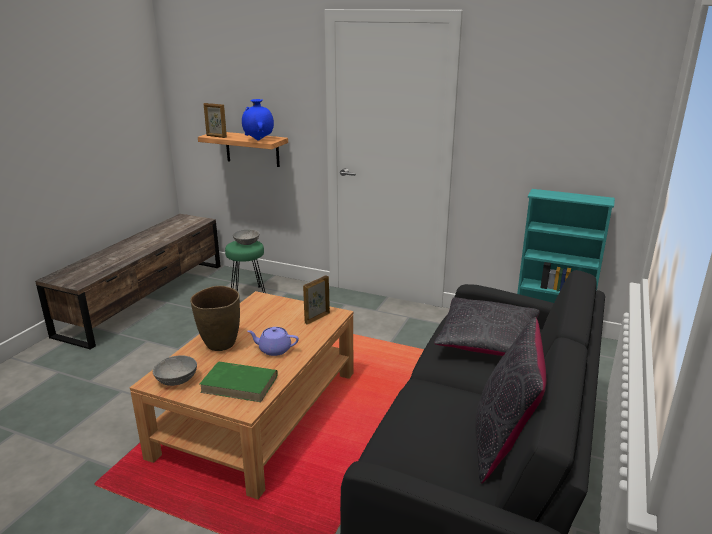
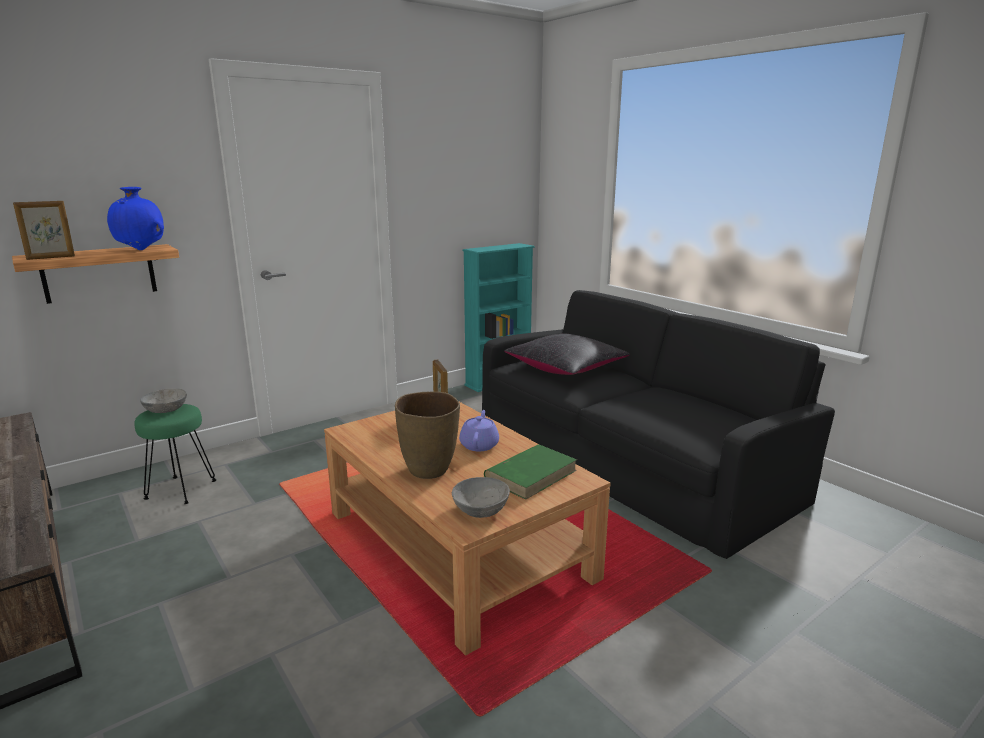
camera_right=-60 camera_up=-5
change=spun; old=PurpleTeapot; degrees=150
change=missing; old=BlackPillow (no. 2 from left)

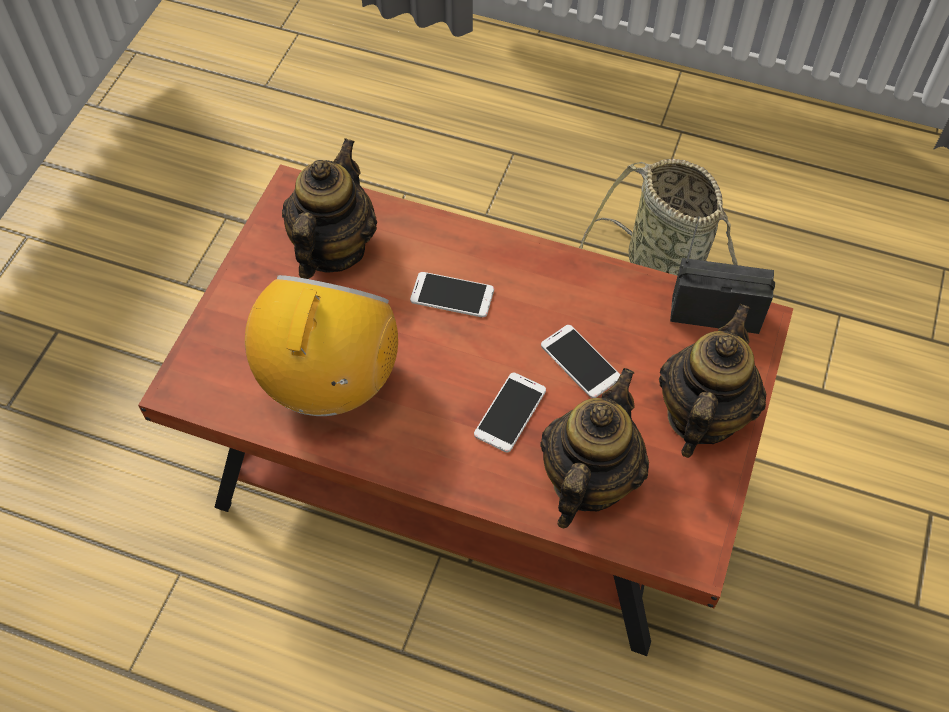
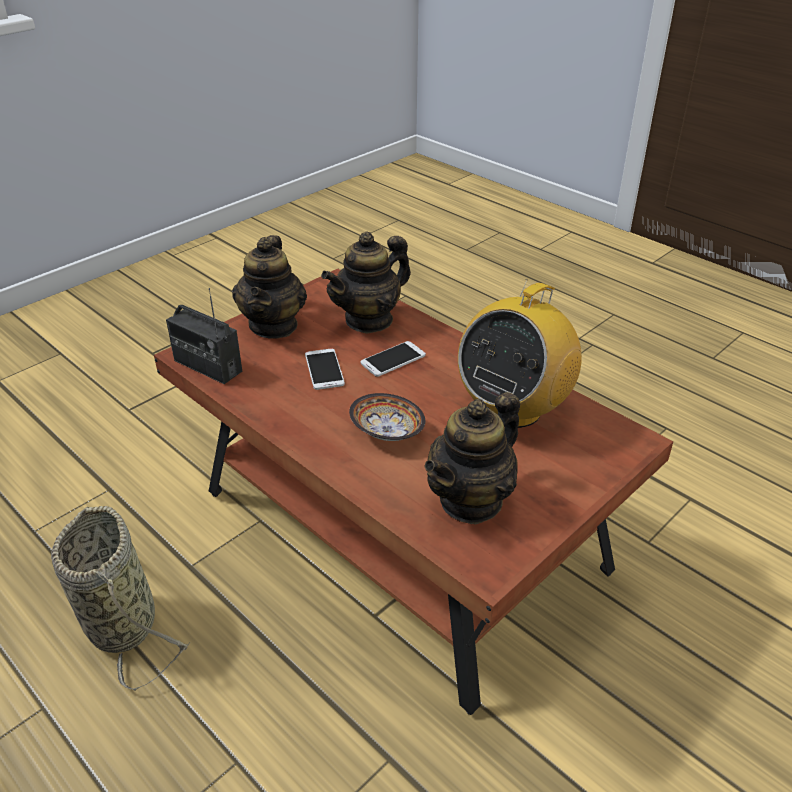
camera_right=-155 camera_up=-20
change=exchanged; old=Phone (no. 1 from left); new=Bowl
change=spun; old=Teapot (no. 3 from left in the first image); degrees=-45

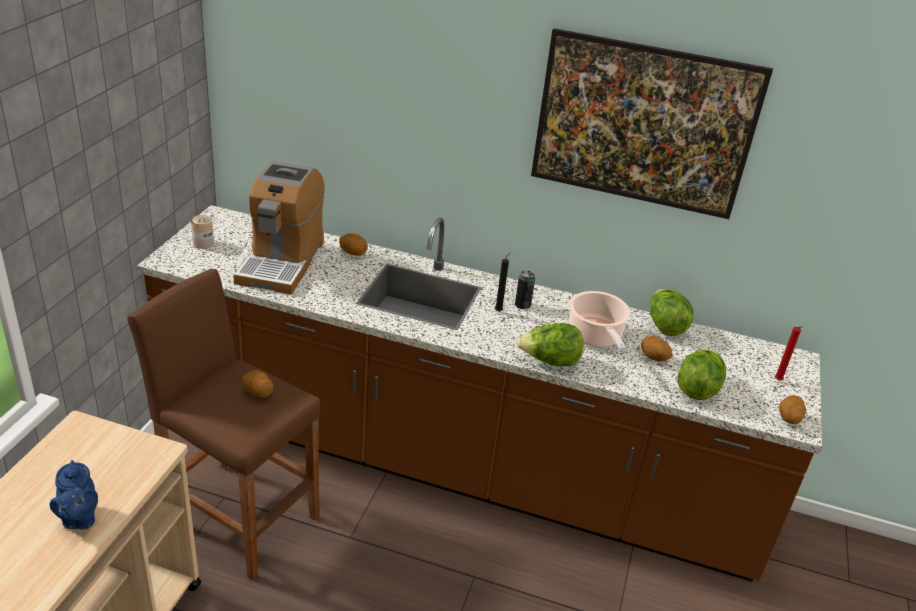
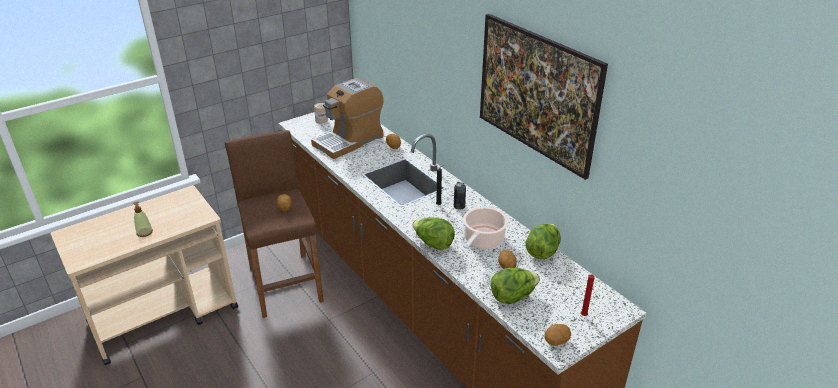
camera_right=40 camera_up=0
change=exchanged; old=BlueTeapot; new=SoapDispenser

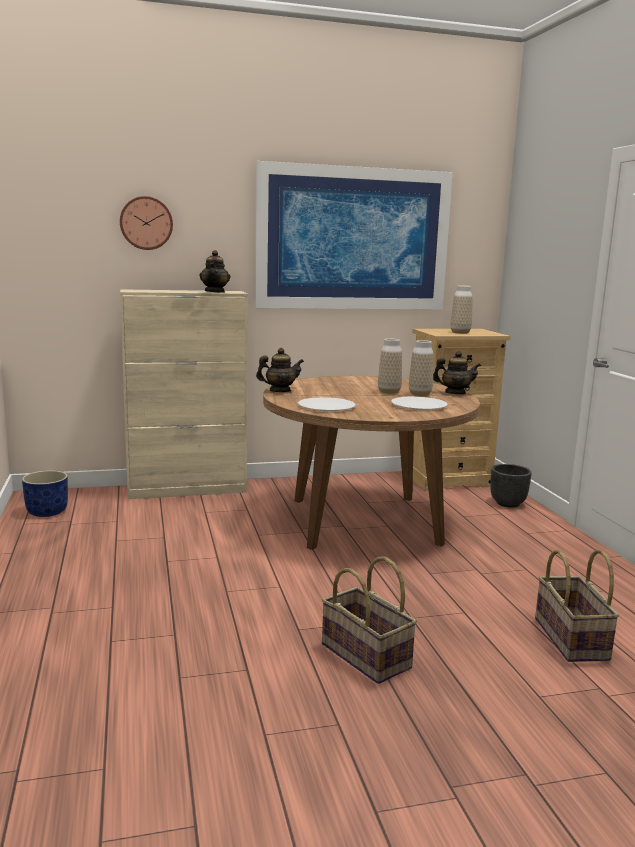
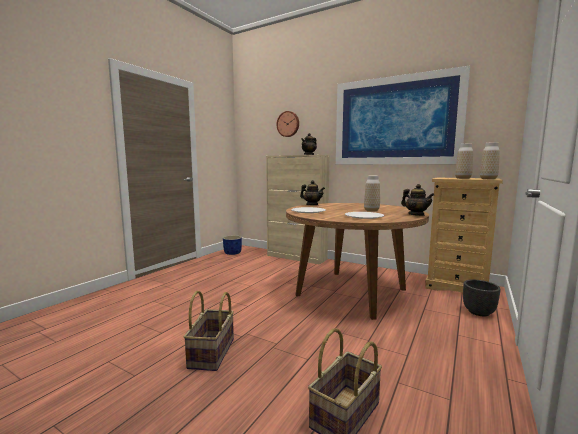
camera_right=45 camera_up=-5
change=relocated; old=Vase (no. 2 from left in the first image); new=Vase (no. 3 from left)

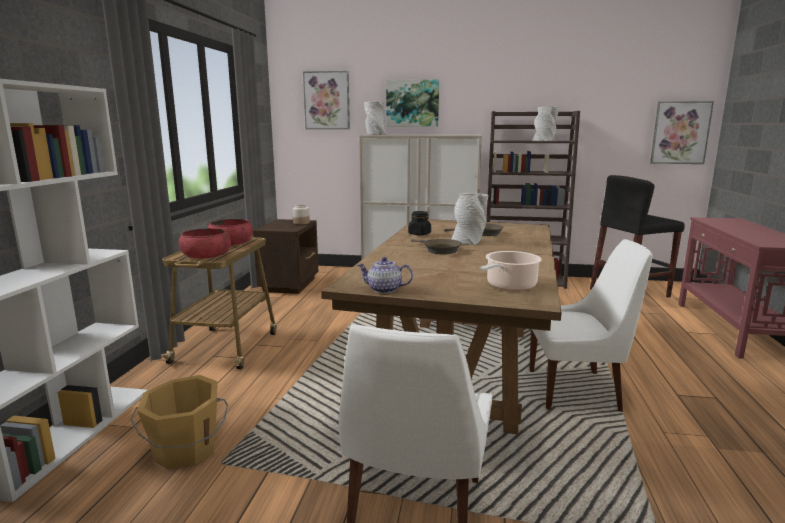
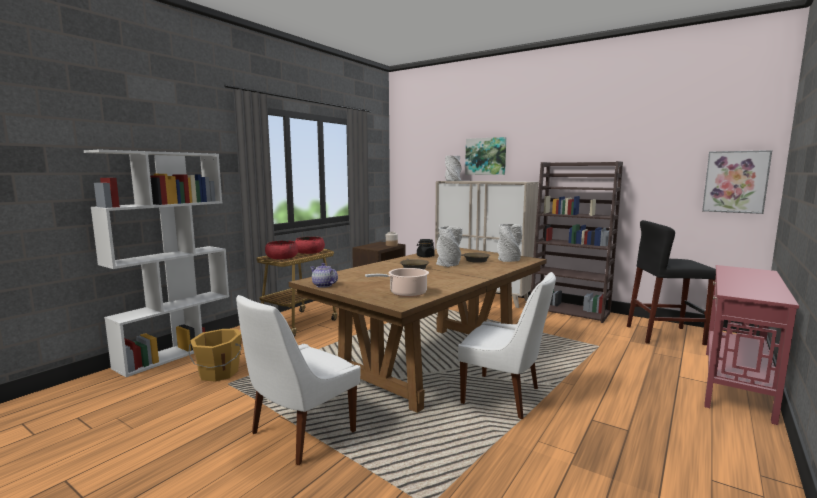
camera_right=25 camera_up=-5
change=missing; old=Picture (no. 1 from left)
change=relocated; old=GreyVase (no. 3 from left)

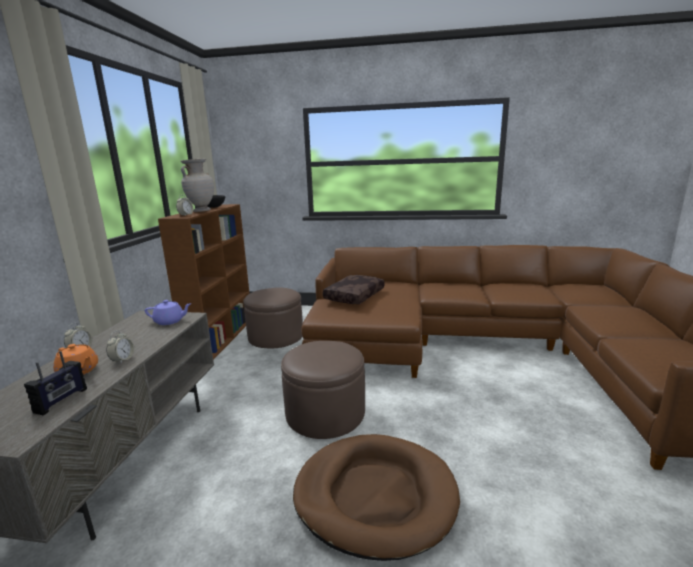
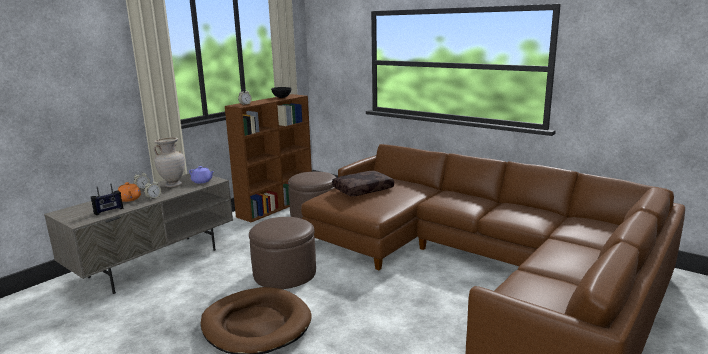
camera_right=30 camera_up=0
change=relocated; old=BeigeVase

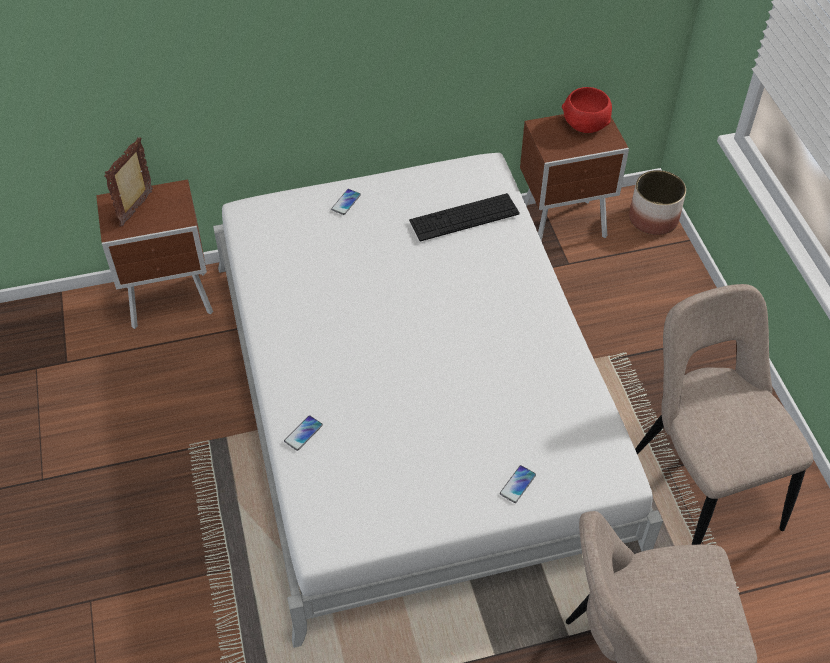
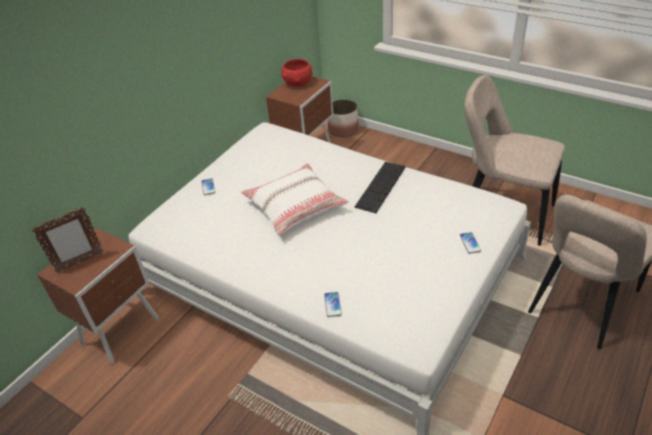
camera_right=-40 camera_up=-10
change=spun; old=PictureFrame; degrees=-105
change=relocated; old=Keyboard
change=appeared; new=WhitePillow

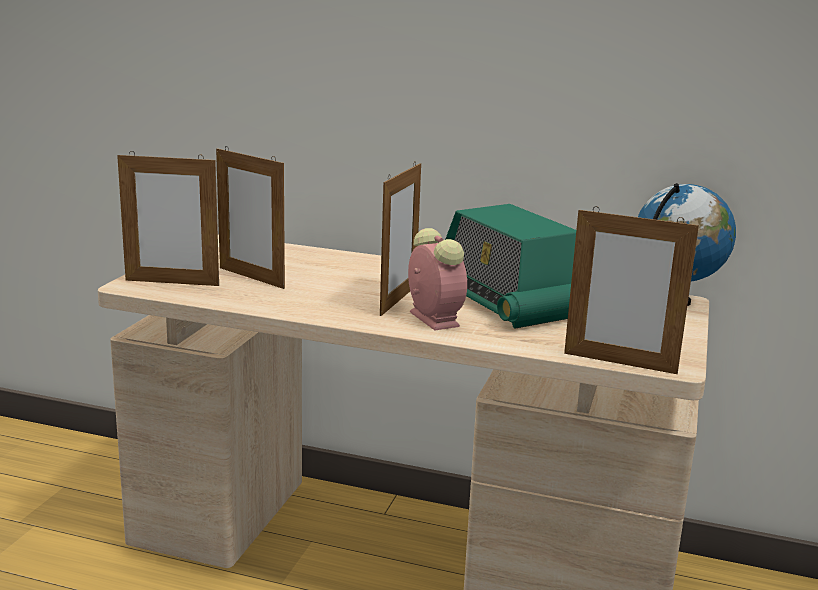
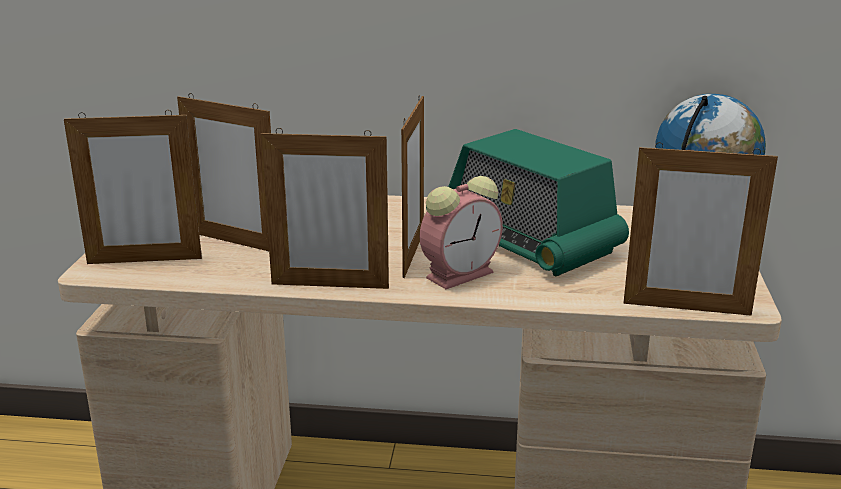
camera_right=-10 camera_up=5
change=spun; old=AlarmClock; degrees=90
change=appeared; new=PictureFrame (no. 3 from left)

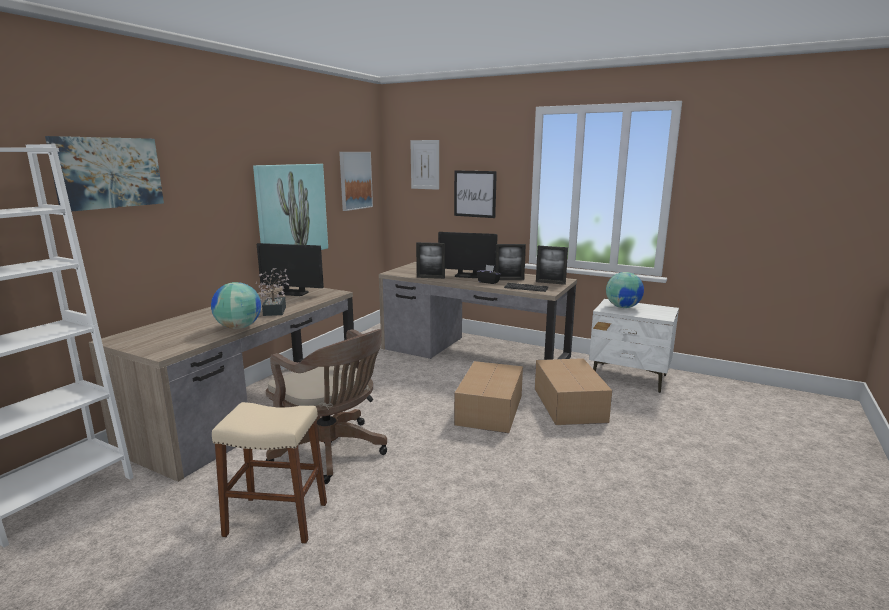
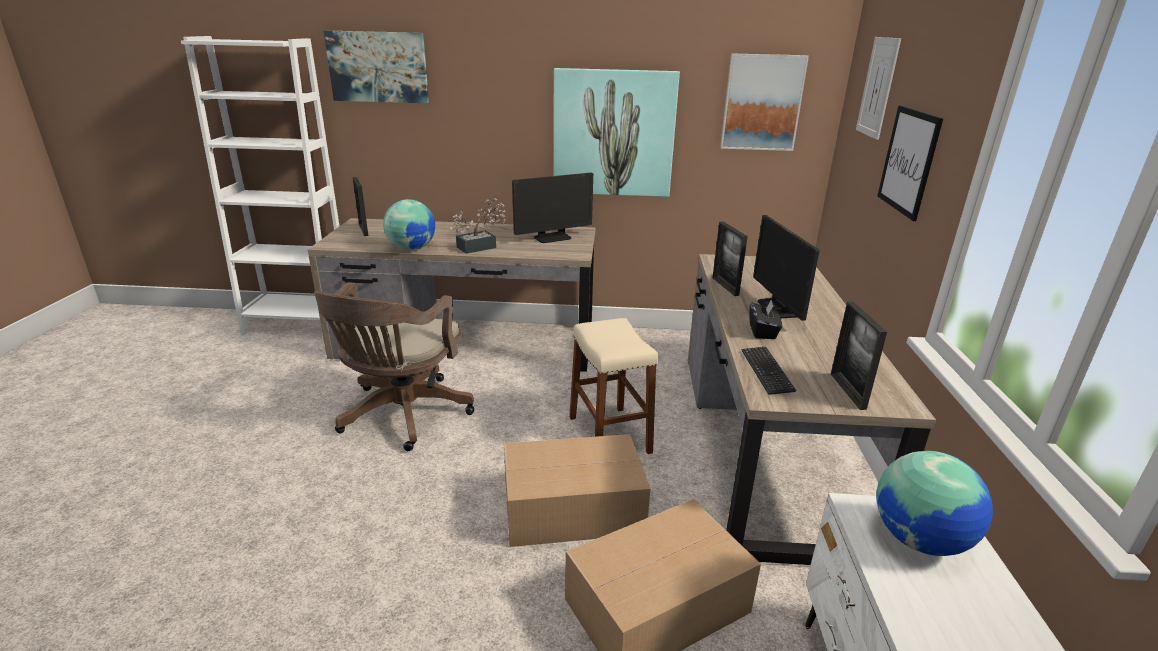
camera_right=65 camera_up=10
change=relocated; old=BeigeStool
change=spun; old=Monitor (no. 1 from left); degrees=-105
change=relocated; old=PictureFrame (no. 2 from left in the first image); new=PictureFrame (no. 1 from left)

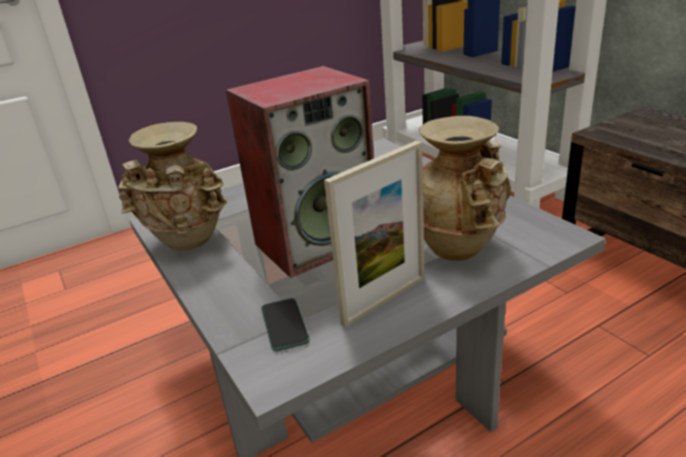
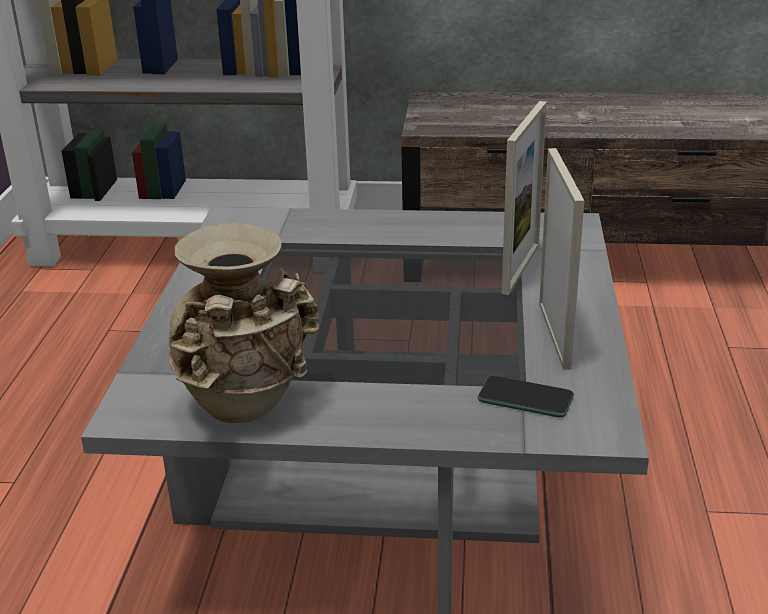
camera_right=-55 camera_up=0
change=missing; old=Speaker
change=exchanged; old=BeigeVase (no. 2 from left); new=PictureFrame (no. 1 from left)

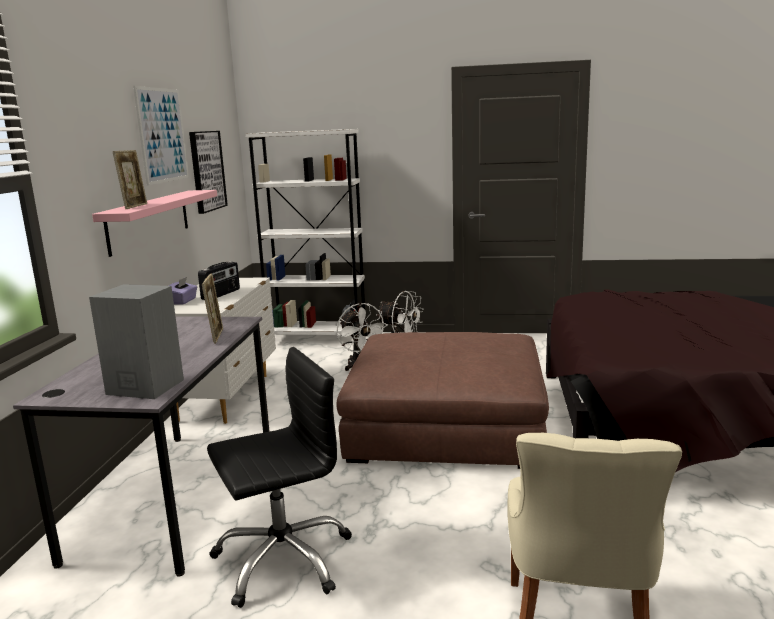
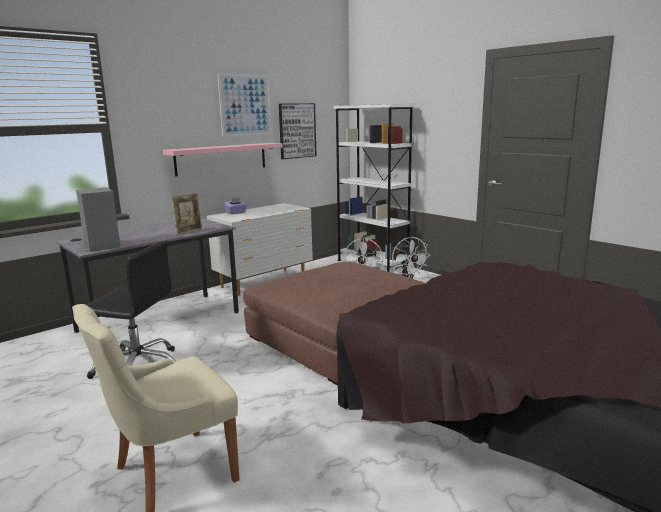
camera_right=40 camera_up=0
change=missing; old=PictureFrame (no. 1 from left)
change=missing; old=Radio

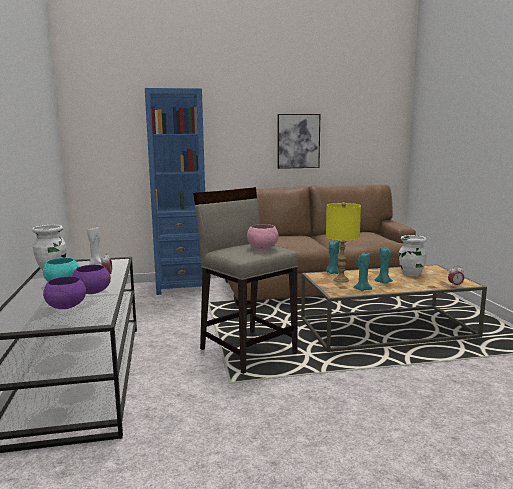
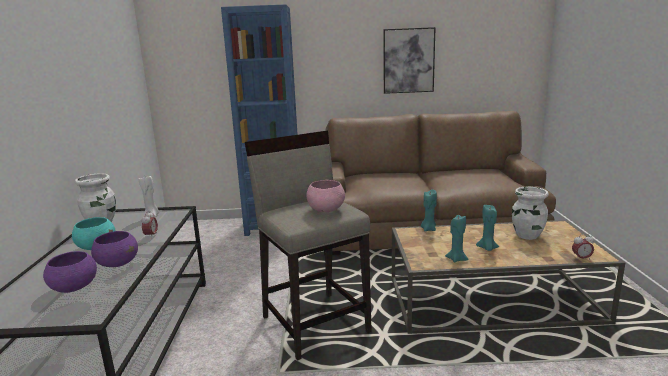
camera_right=10 camera_up=5
change=missing; old=YellowTableLamp

